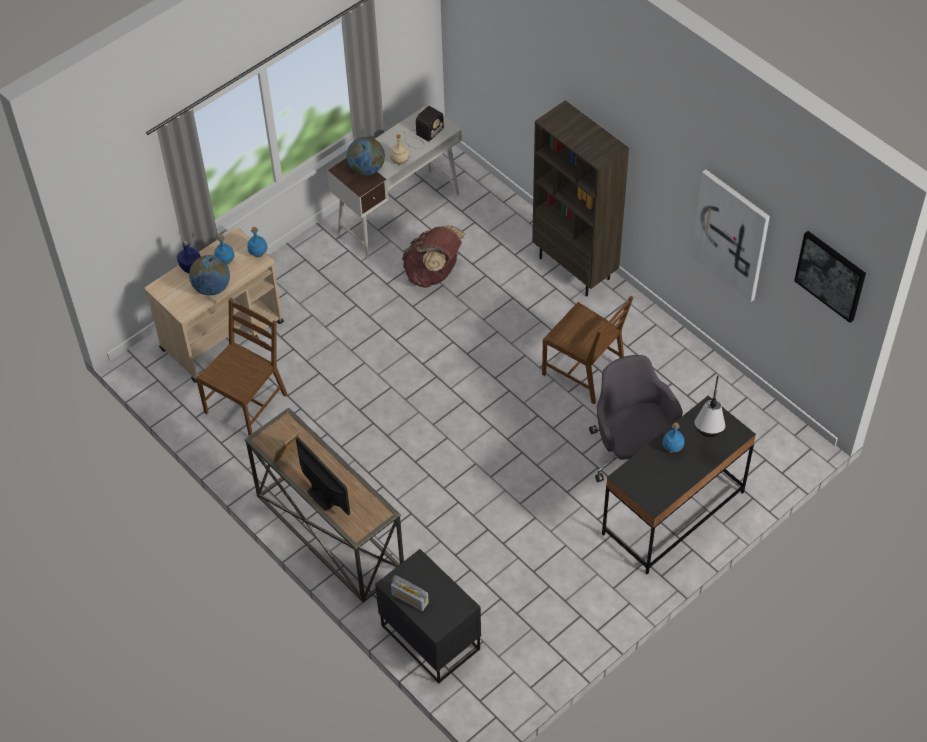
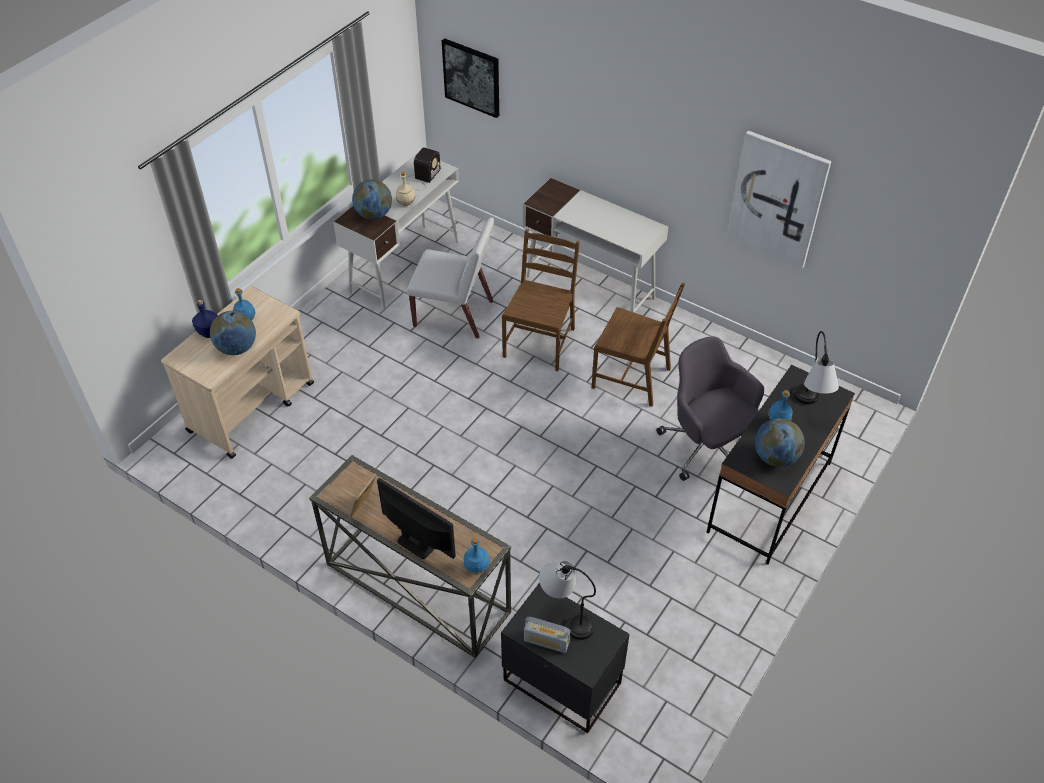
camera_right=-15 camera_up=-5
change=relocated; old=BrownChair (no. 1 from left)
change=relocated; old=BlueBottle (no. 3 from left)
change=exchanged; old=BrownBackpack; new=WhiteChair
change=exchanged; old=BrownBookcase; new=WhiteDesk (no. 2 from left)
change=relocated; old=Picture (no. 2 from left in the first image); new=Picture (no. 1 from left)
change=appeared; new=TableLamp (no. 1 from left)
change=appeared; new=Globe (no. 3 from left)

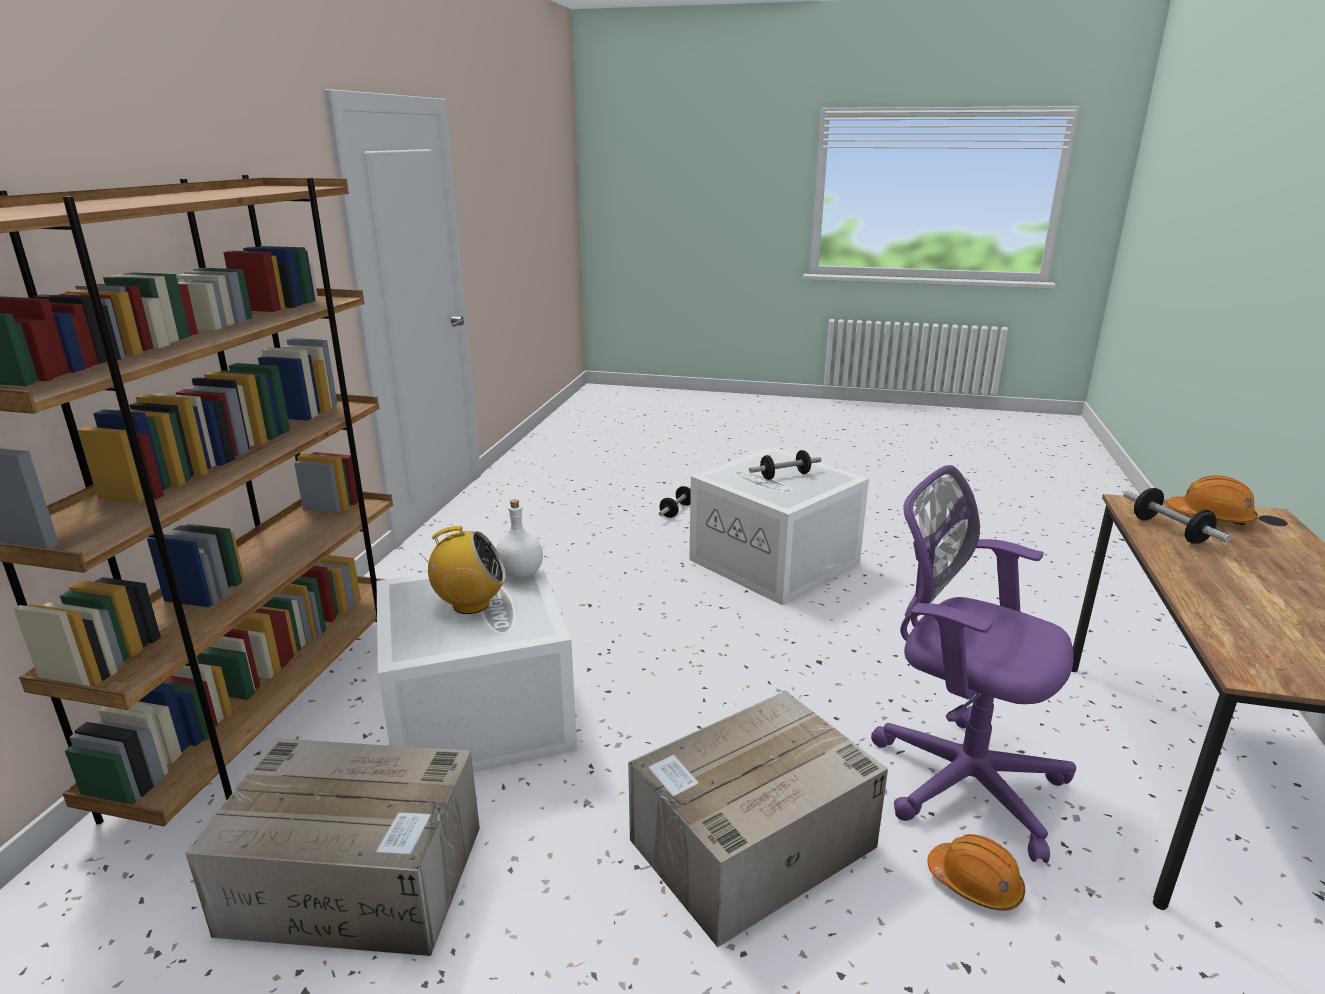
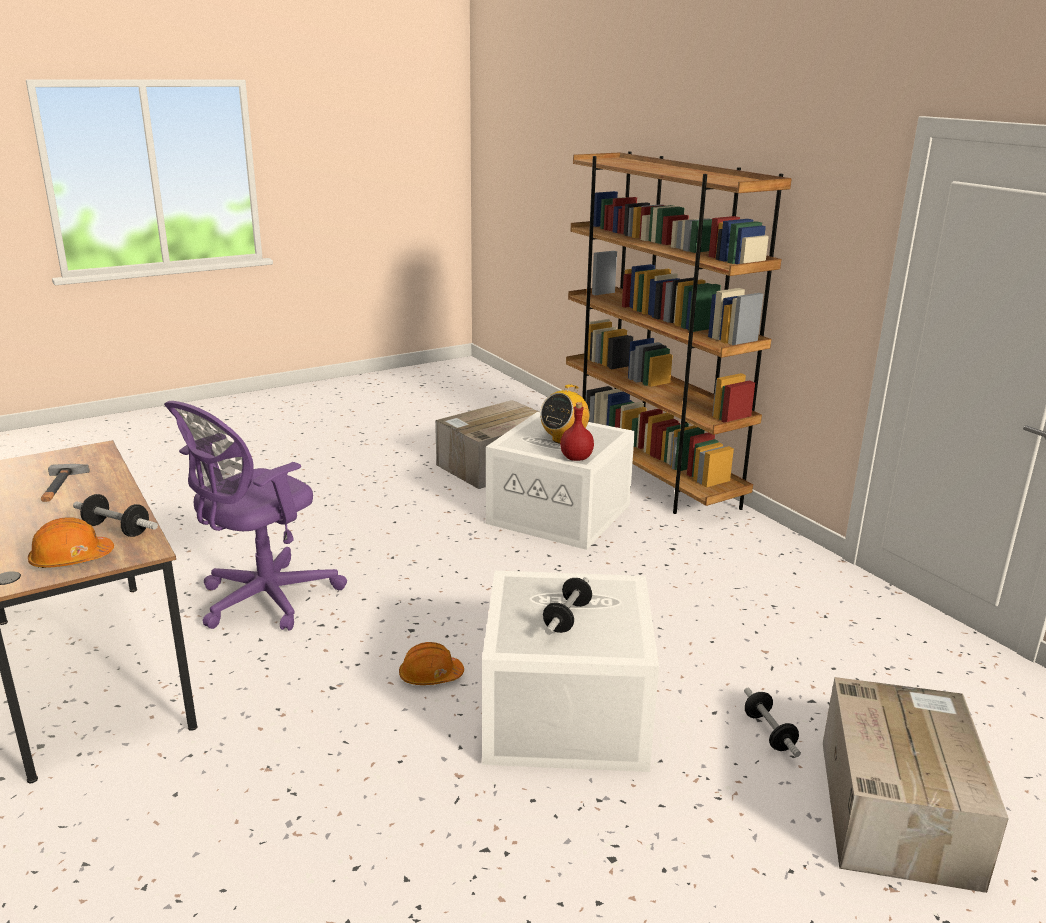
camera_right=135 camera_up=0
change=colour; old=WhiteBottle; new=RedBottle
change=relocated; old=CardboardBox (no. 2 from left)
change=spun; old=PurpleOfficeChair; degrees=135
change=relocated; old=OrangeHardHat (no. 1 from left in the first image); new=OrangeHardHat (no. 2 from left)
change=appeared; new=Hammer

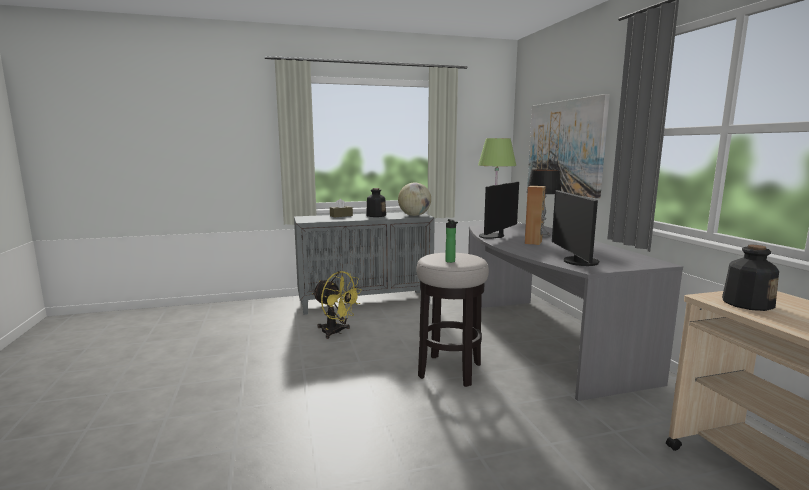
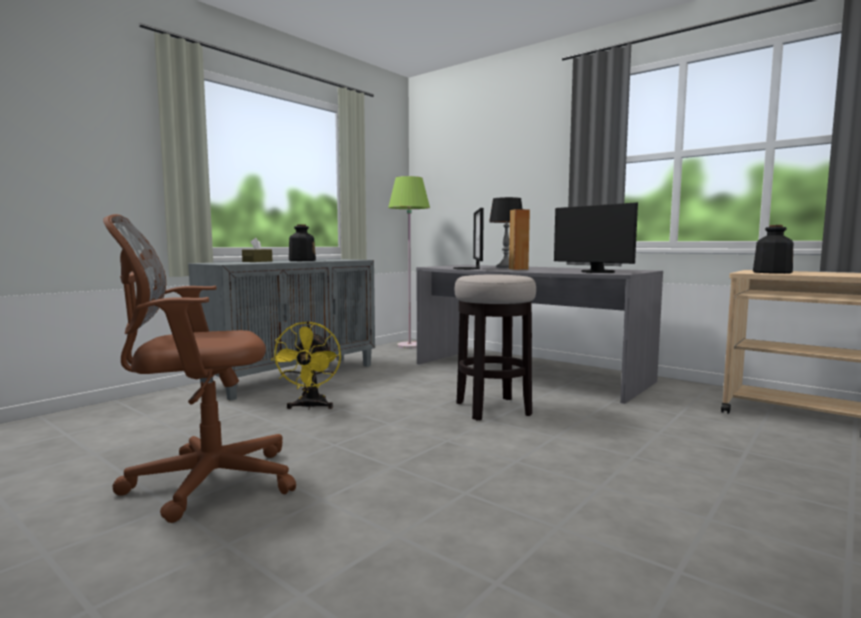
camera_right=-35 camera_up=-5
change=spun; old=YellowFan; degrees=90
change=missing; old=Globe
change=missing; old=Bottle (no. 2 from left)
change=missing; old=Picture
change=appeared; new=BrownOfficeChair

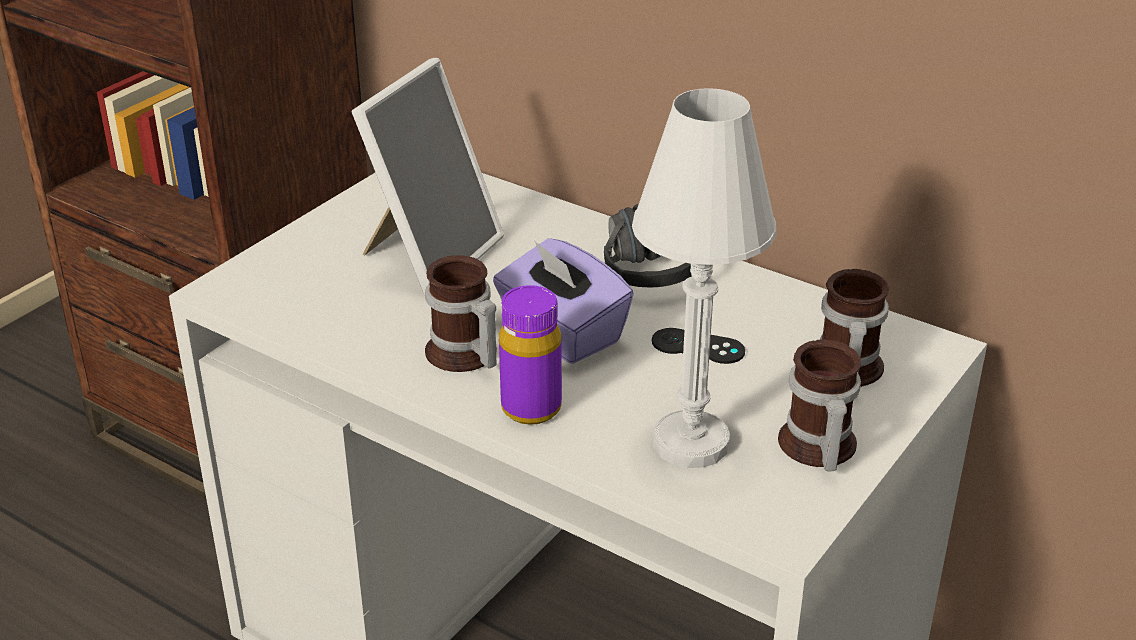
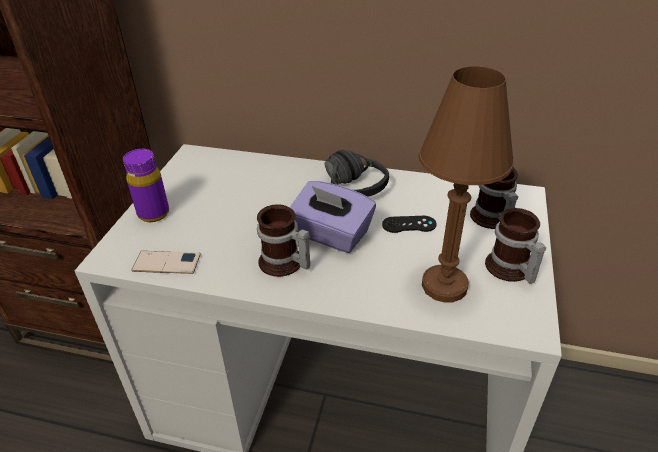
camera_right=-20 camera_up=5
change=missing; old=PictureFrame
change=relocated; old=PurpleBottle
change=colour; old=WhiteTableLamp; new=BrownTableLamp
change=appeared; new=Phone

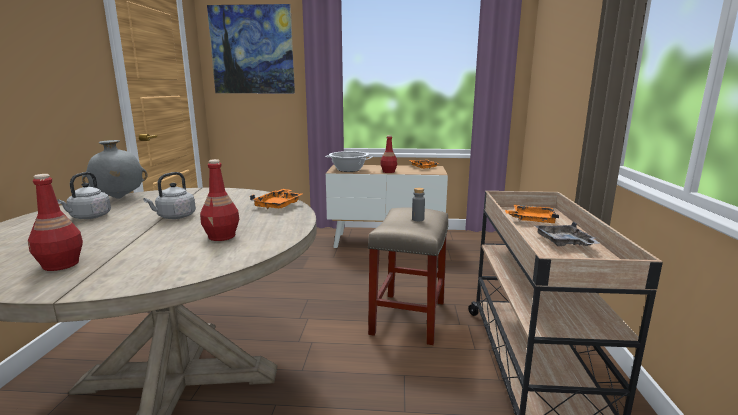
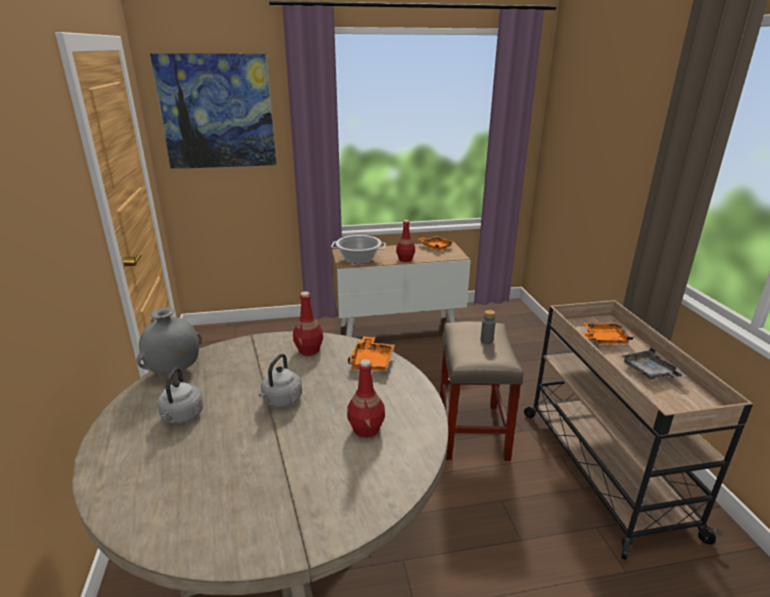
camera_right=-15 camera_up=10
change=relocated; old=RedBottle (no. 1 from left)

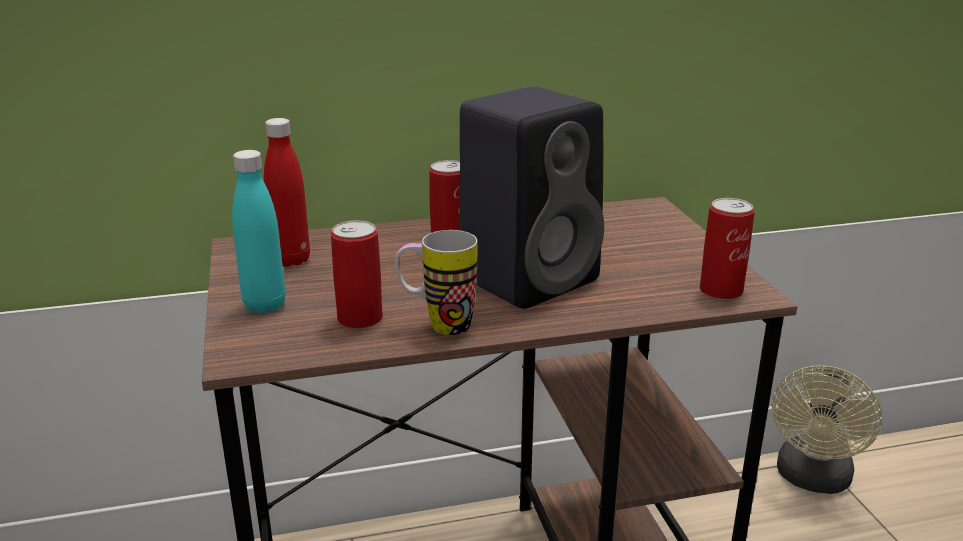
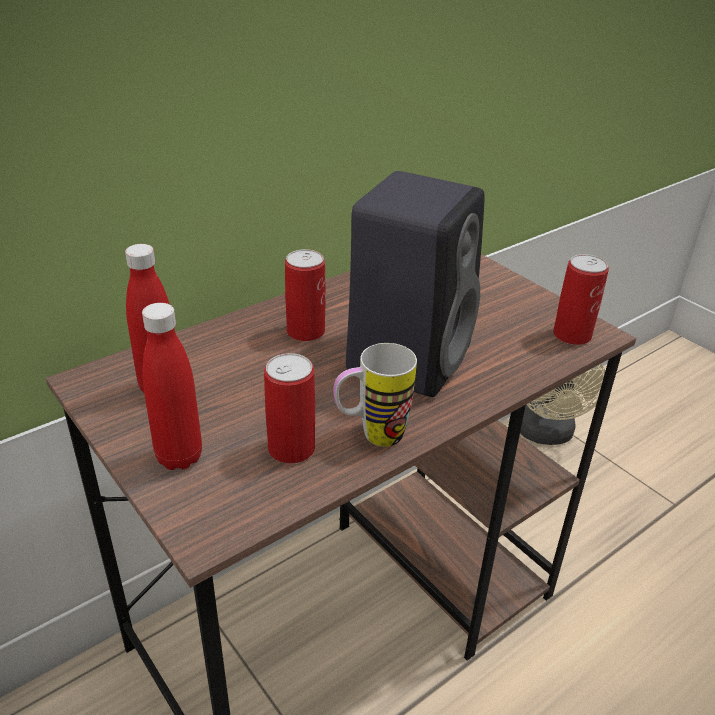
camera_right=-25 camera_up=10
change=colour; old=TurquoiseBottle; new=RedBottle (no. 2 from left)

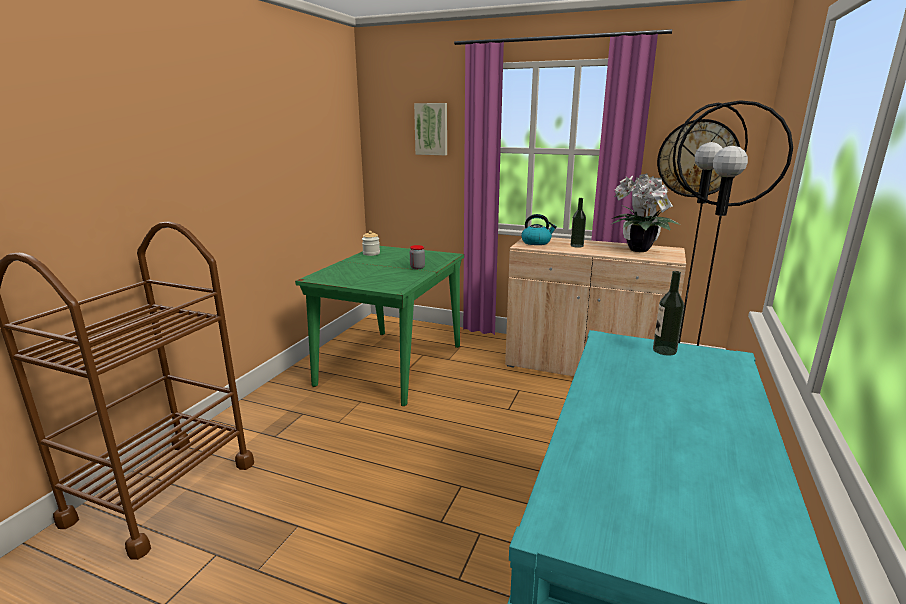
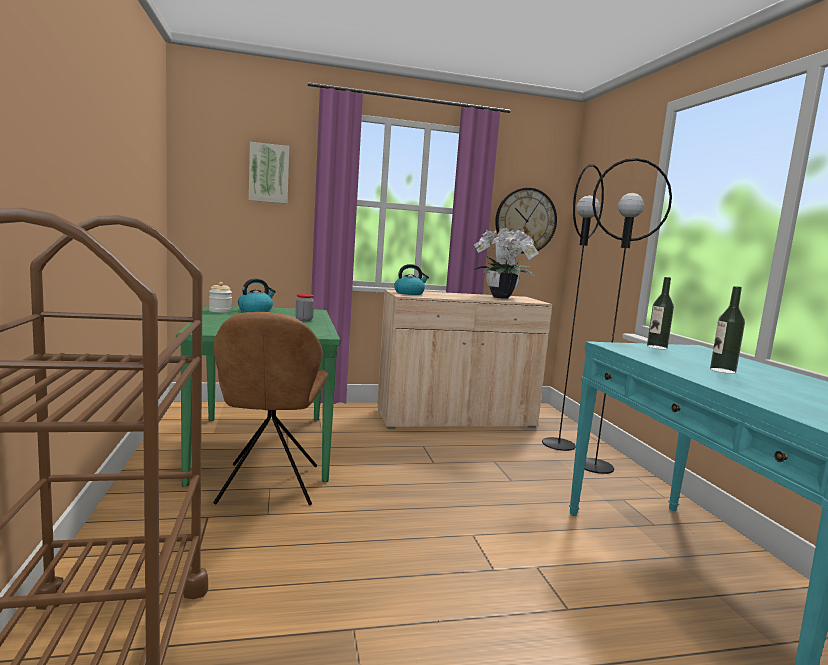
camera_right=-35 camera_up=-10
change=relocated; old=Bottle (no. 1 from left in the first image); new=Bottle (no. 2 from left)
change=appeared; new=BrownChair
change=appeared; new=Kettle (no. 1 from left)

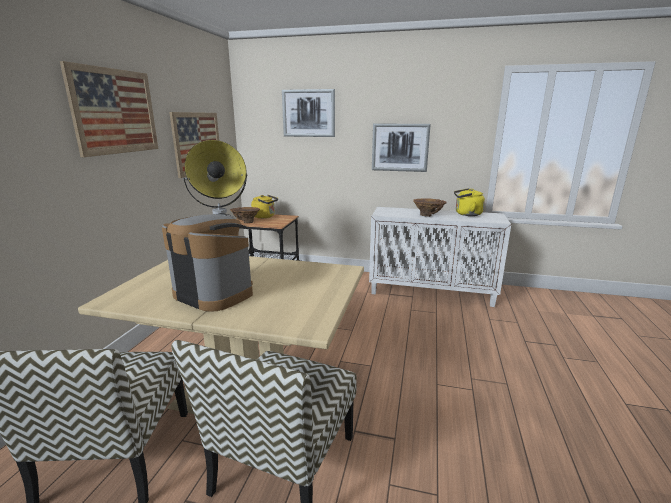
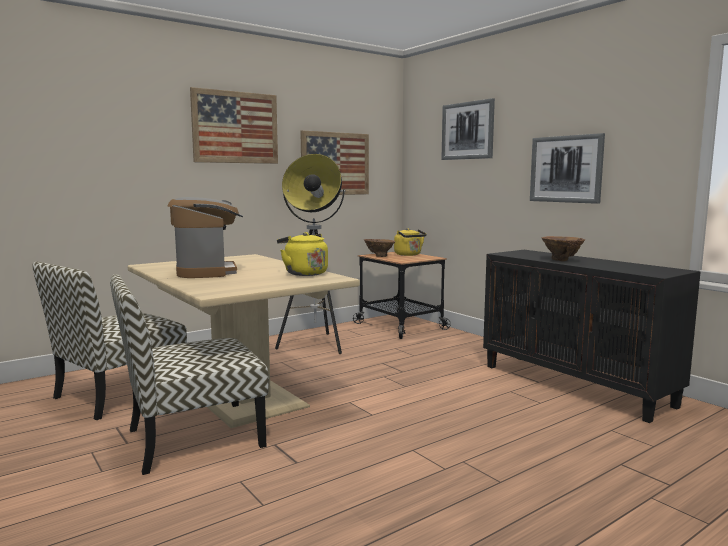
camera_right=40 camera_up=-10
change=colour; old=WhiteCabinet; new=BlackCabinet
change=relocated; old=YellowKettle (no. 2 from left in the first image); new=YellowKettle (no. 1 from left)

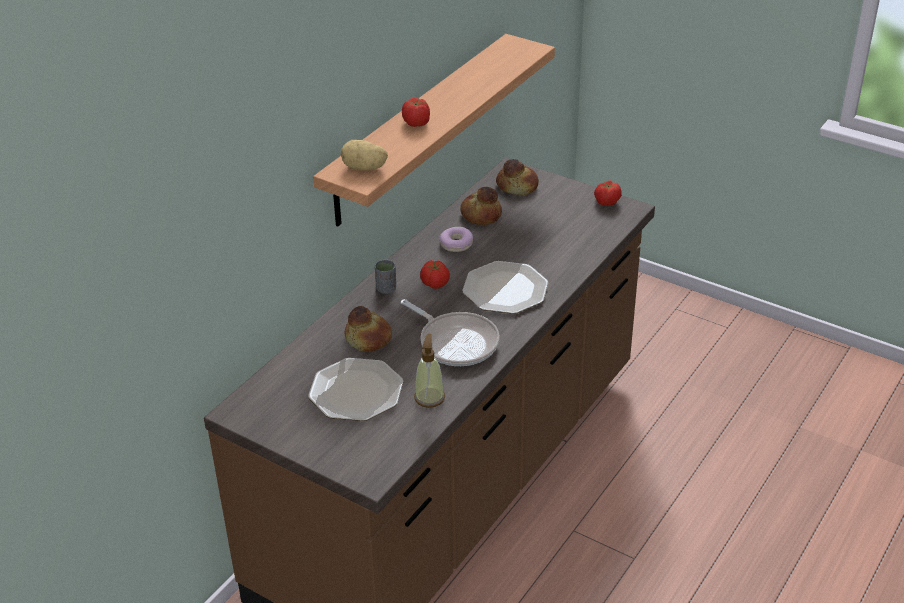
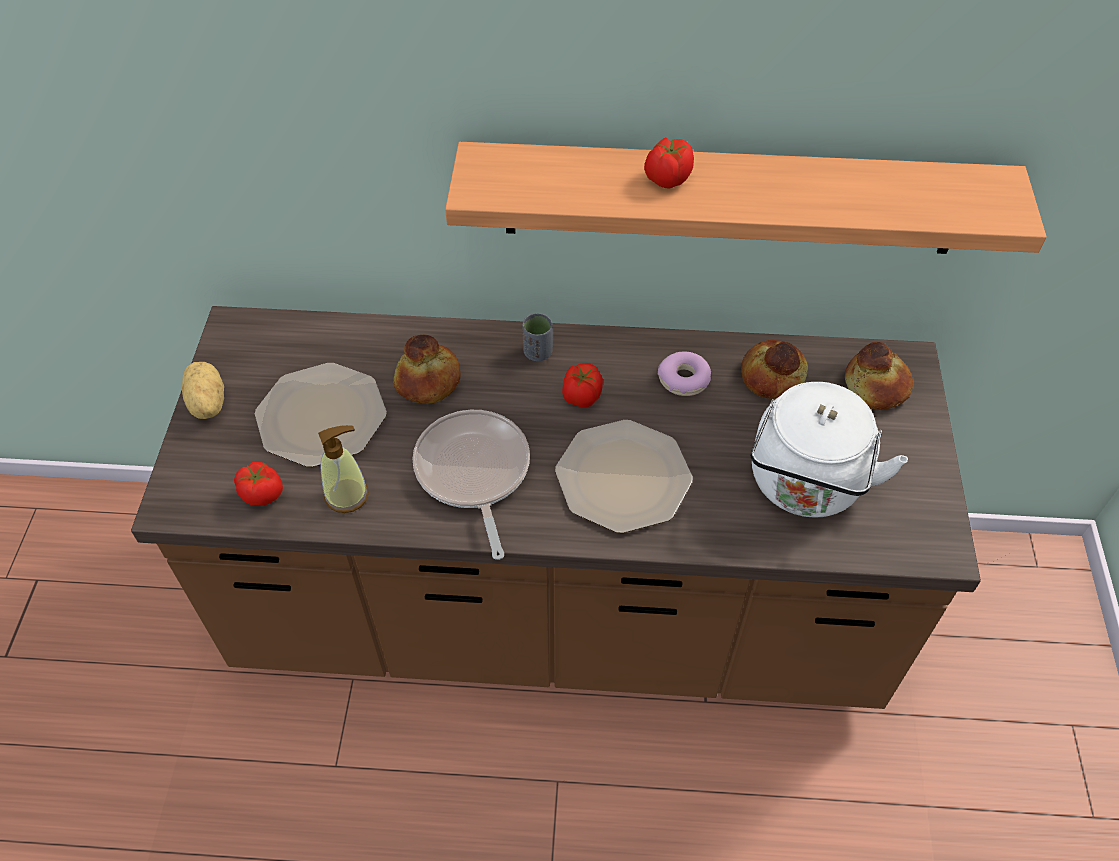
camera_right=60 camera_up=15
change=relocated; old=Potato
change=spun; old=FryingPan; degrees=150
change=relocated; old=Tomato (no. 3 from left in the first image); new=Tomato (no. 1 from left)
change=appeared; new=WhiteKettle

